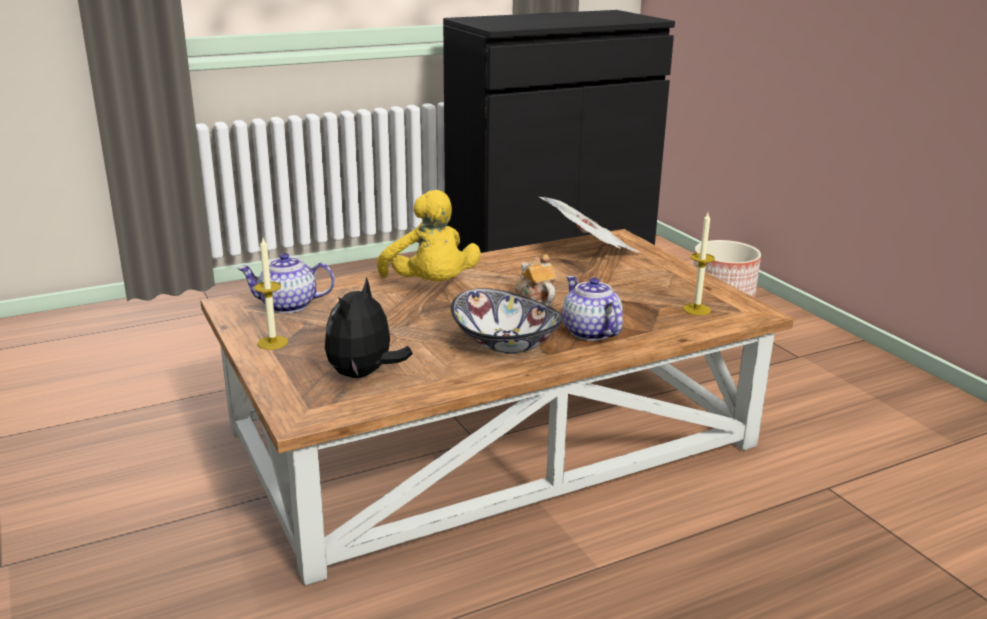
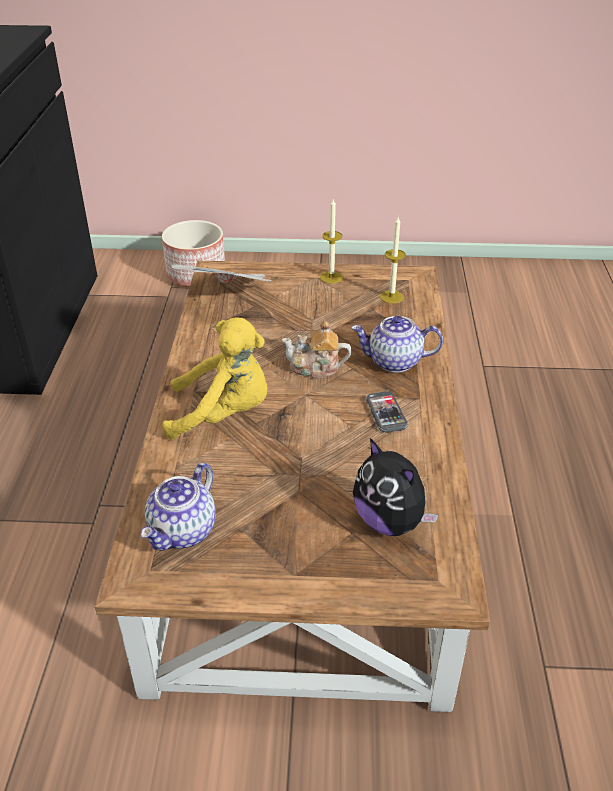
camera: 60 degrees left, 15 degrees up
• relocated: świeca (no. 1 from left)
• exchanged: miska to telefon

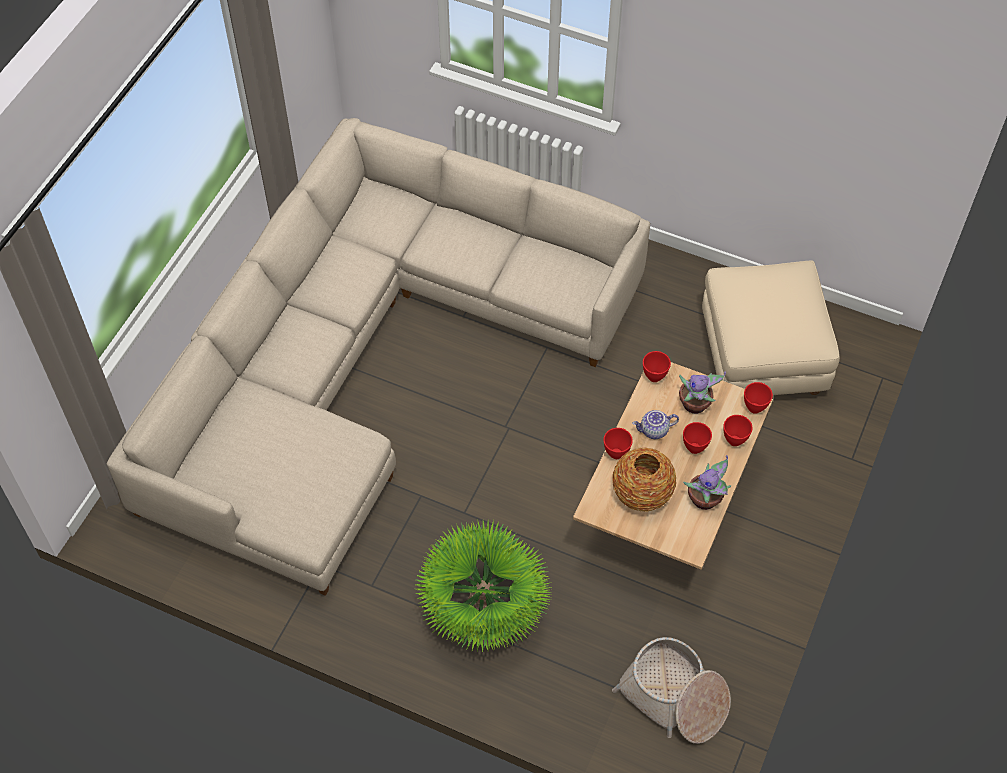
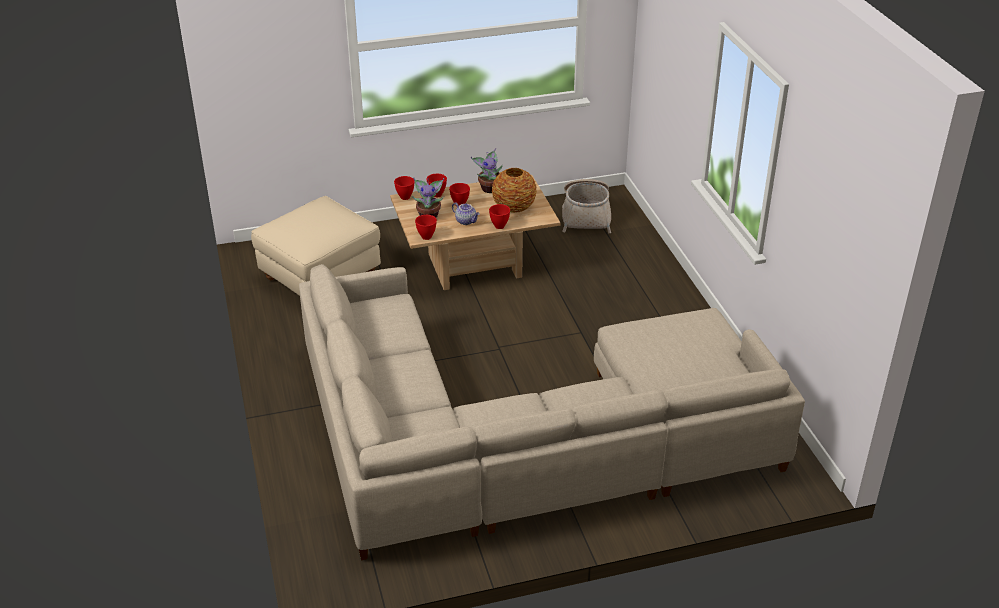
camera: 130 degrees left, 20 degrees down
• missing: roślina doniczkowa (no. 1 from left)

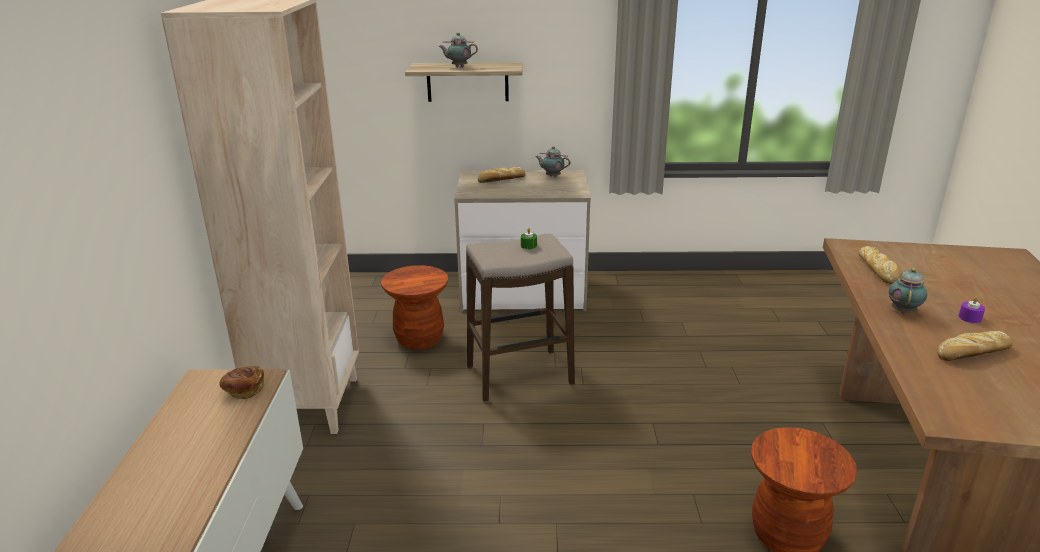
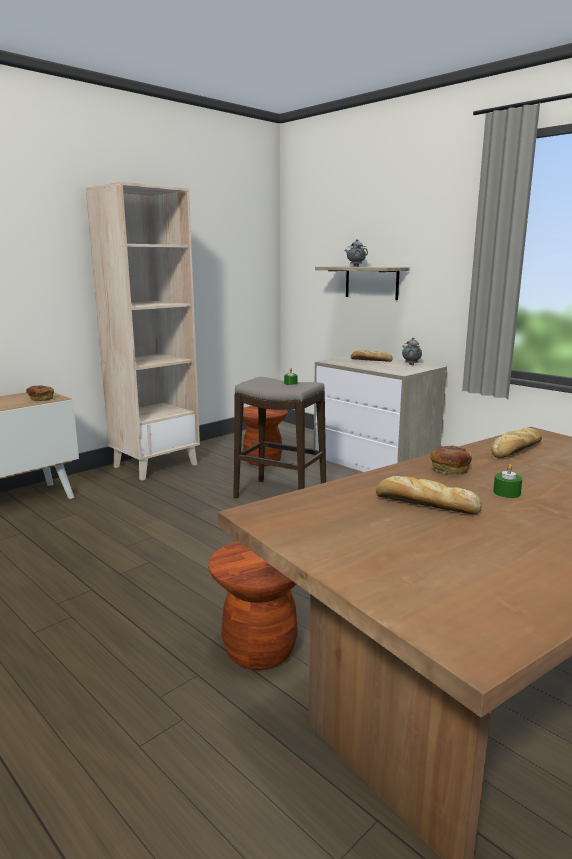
camera: 45 degrees right, 10 degrees down
• exchanged: imbryk (no. 3 from left) to chleb (no. 4 from left)
• colour: świeca (fioletowy) to świeca (zielony) (no. 2 from left)

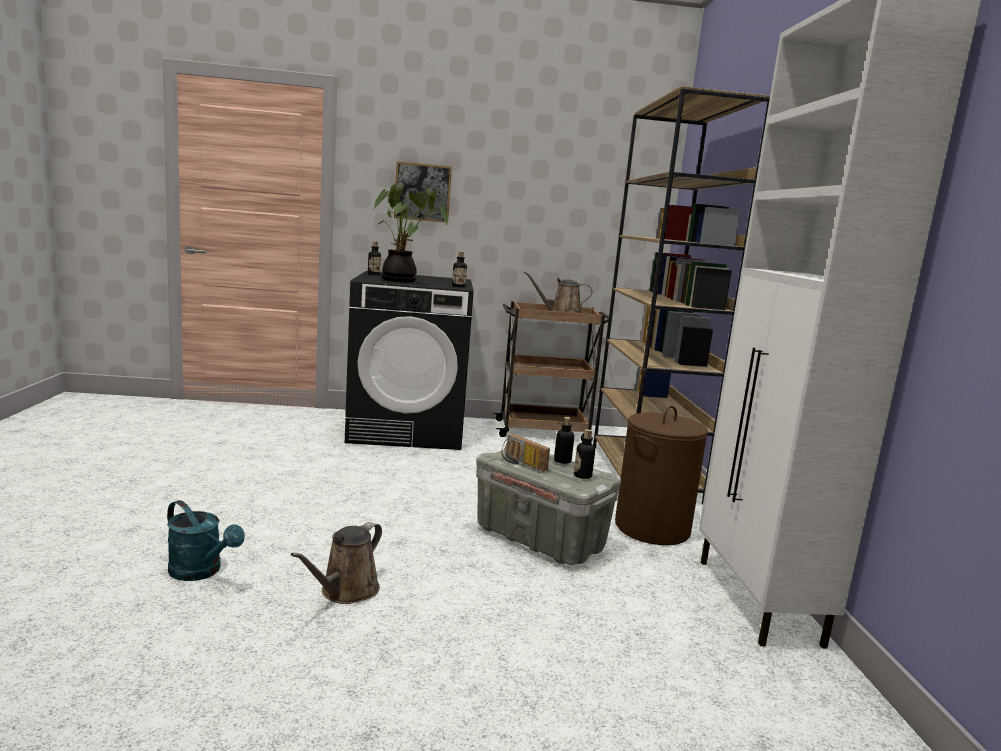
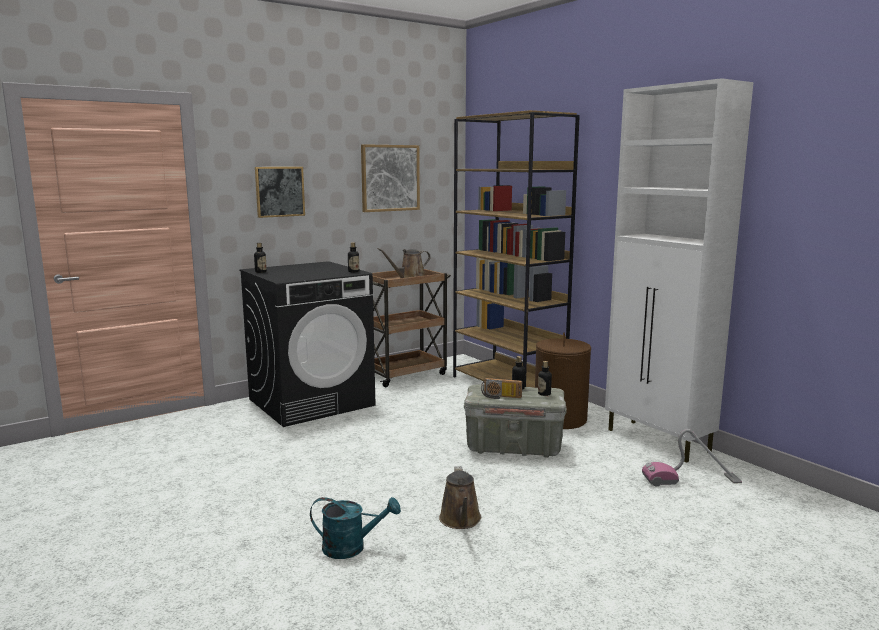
camera: 30 degrees left, 0 degrees up
• appeared: obraz (no. 2 from left)
• appeared: odkurzacz
• missing: roślina doniczkowa

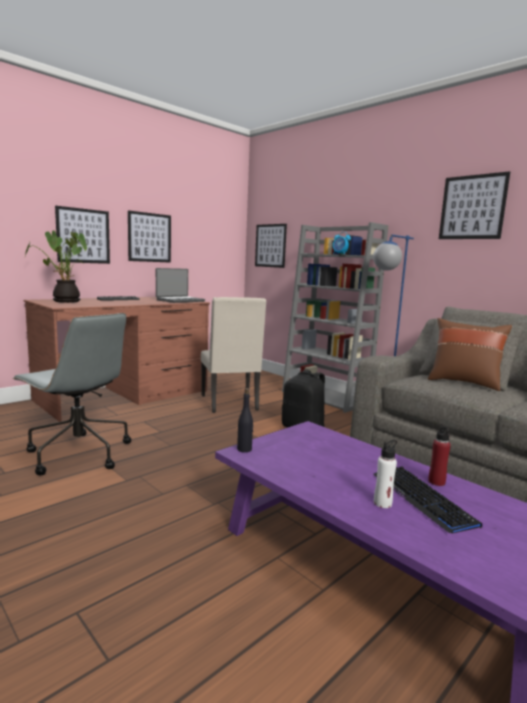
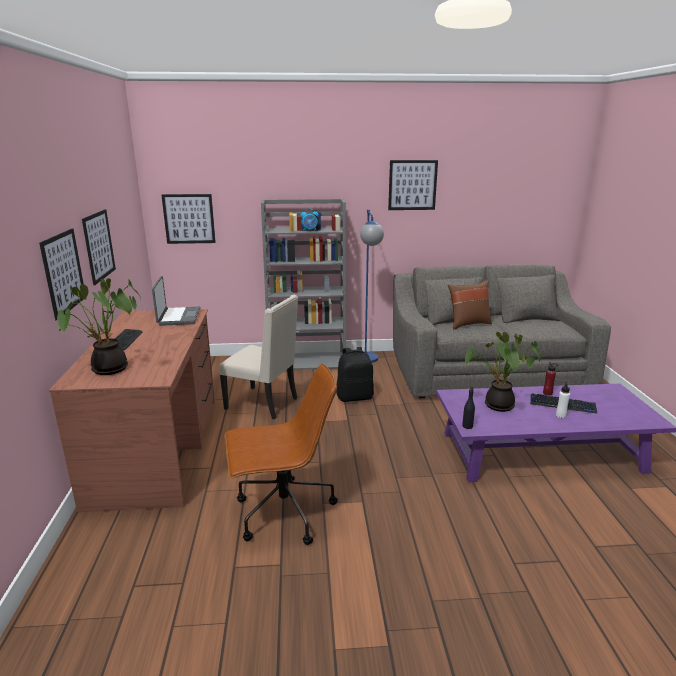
camera: 50 degrees left, 10 degrees up
• colour: krzesło biurowe (szary) to krzesło biurowe (brązowy)
• appeared: roślina doniczkowa (no. 2 from left)

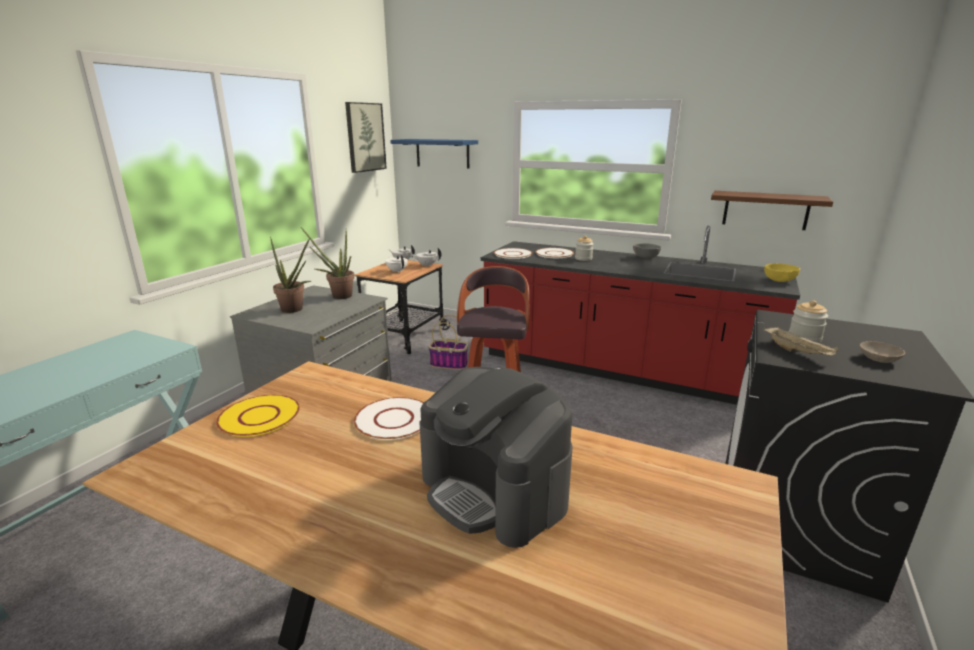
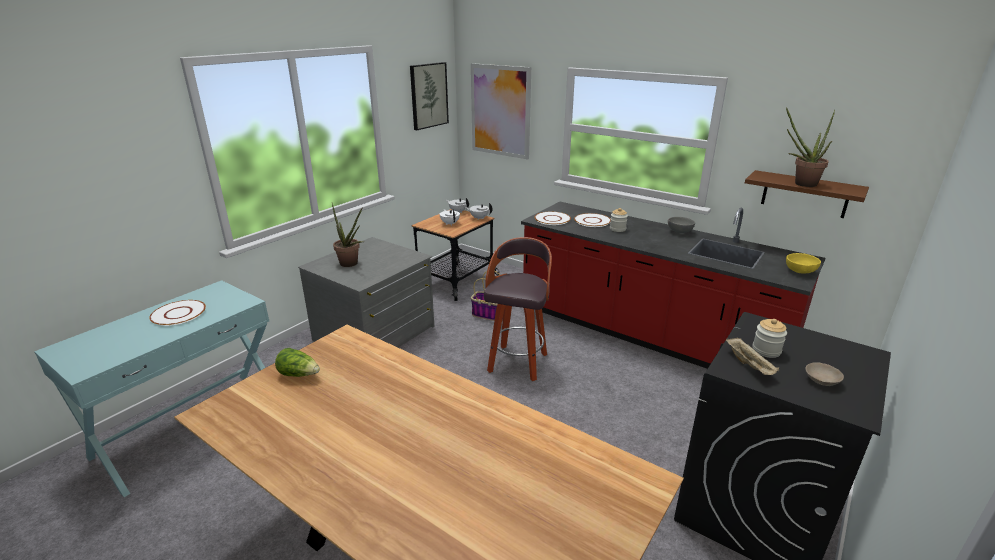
camera: 10 degrees right, 5 degrees up
• relocated: talerz (biały) (no. 1 from left)
• exchanged: talerz (żółty) to sałata
• exchanged: półka (niebieski) to obraz (no. 2 from left)
• relocated: roślina doniczkowa (no. 2 from left)
• missing: ekspres do kawy

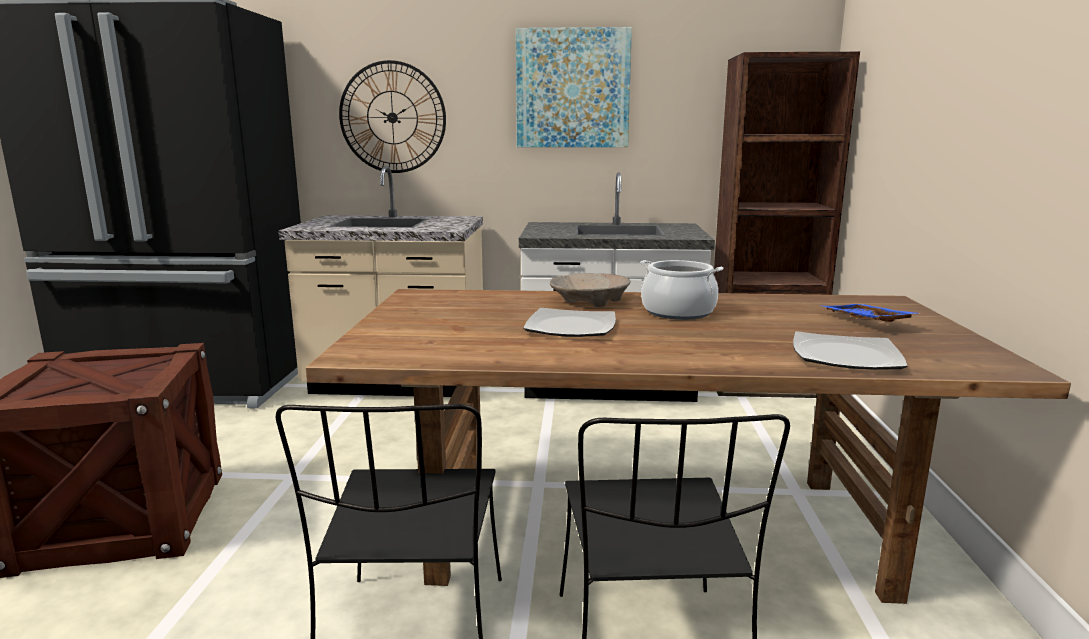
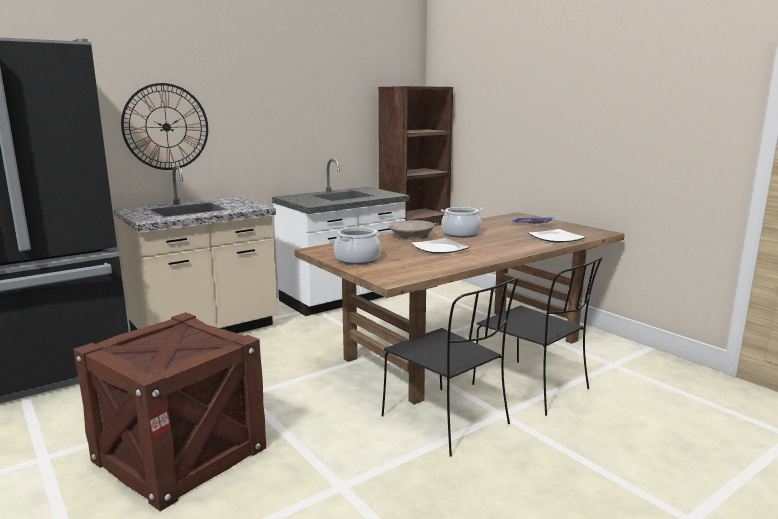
camera: 40 degrees left, 0 degrees up
• appeared: garnek (no. 1 from left)
• missing: obraz

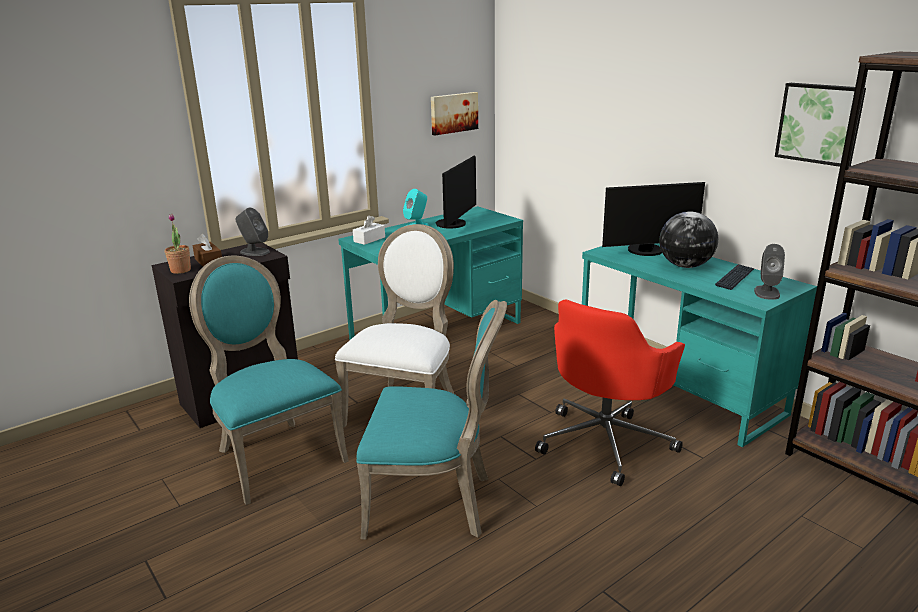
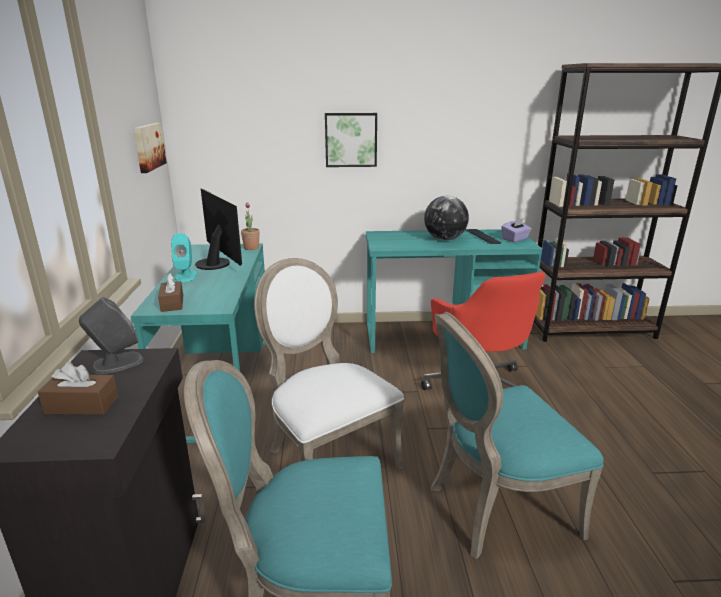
camera: 55 degrees left, 0 degrees up
• colour: pudełko chusteczek (biały) to pudełko chusteczek (brązowy) (no. 2 from left)
• relocated: roślina doniczkowa
• relocated: obraz (no. 2 from left)
• spun: krzesło (turkusowy) (no. 2 from left) 150 degrees counterclockwise
• exchanged: głośnik (szary) (no. 2 from left) to pudełko chusteczek (fioletowy)
• missing: monitor (no. 2 from left)

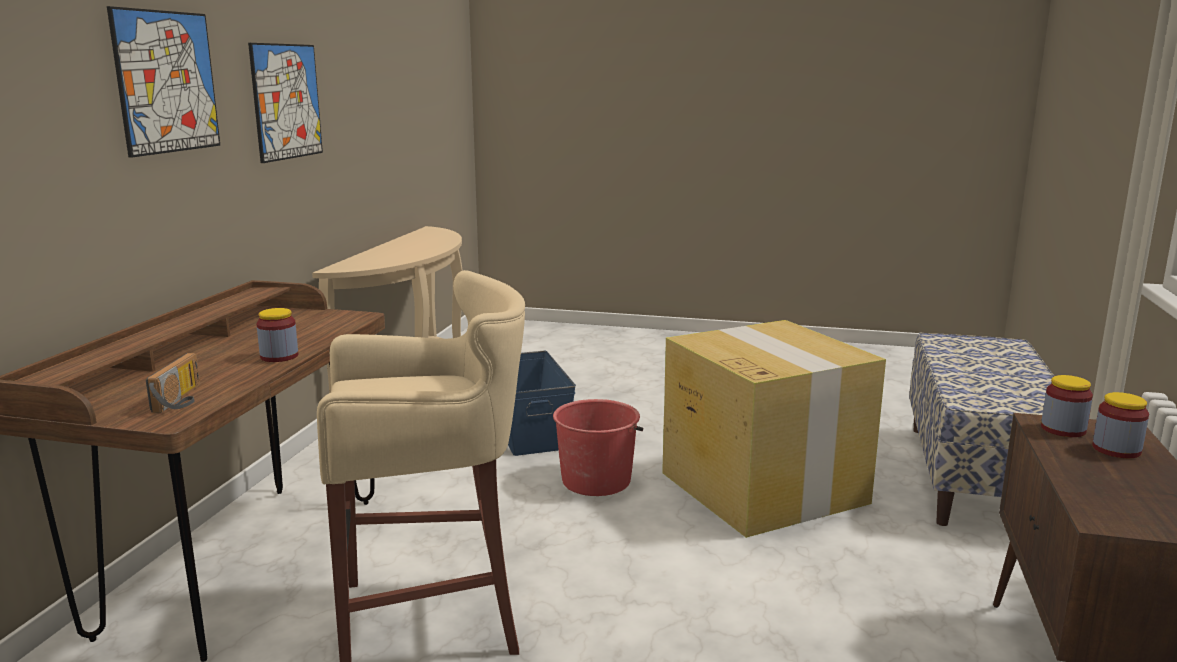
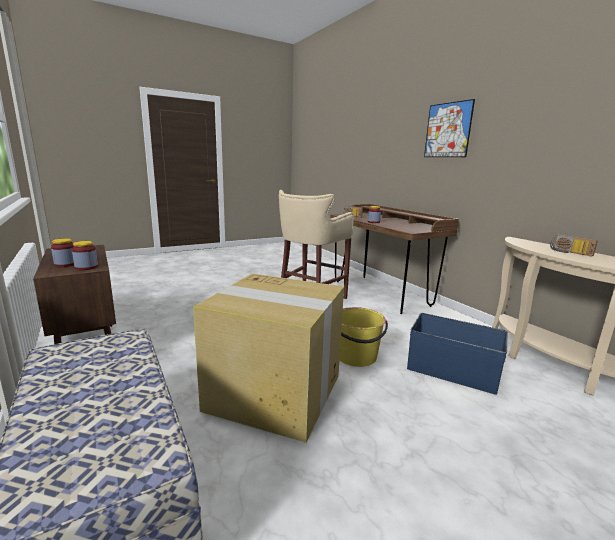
camera: 135 degrees right, 0 degrees up
• colour: wiadro (czerwony) to wiadro (żółty)
• appeared: radio (no. 2 from left)
• missing: obraz (no. 2 from left)

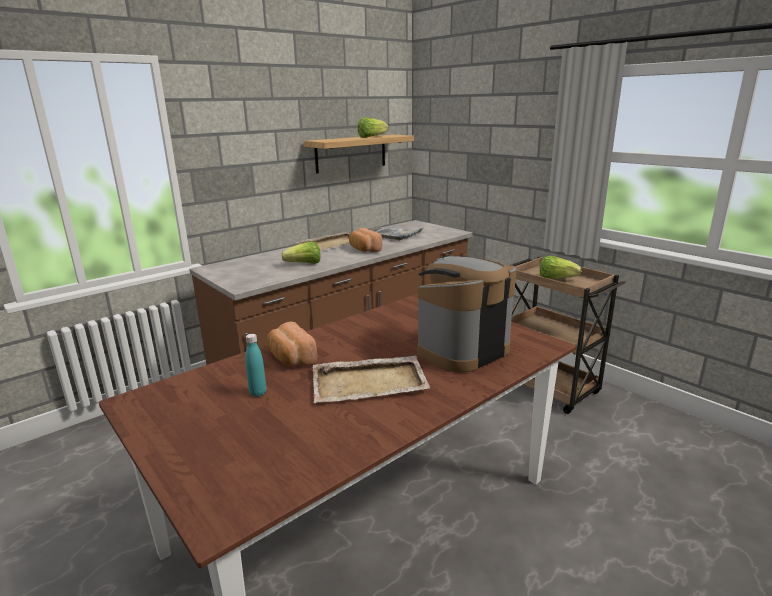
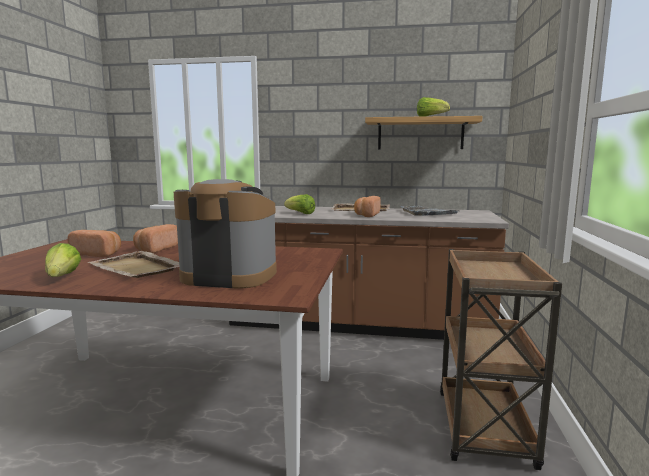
camera: 50 degrees right, 10 degrees down
• relocated: sałata (no. 3 from left in the first image) to sałata (no. 1 from left)
• exchanged: butelka (turkusowy) to chleb (no. 1 from left)

